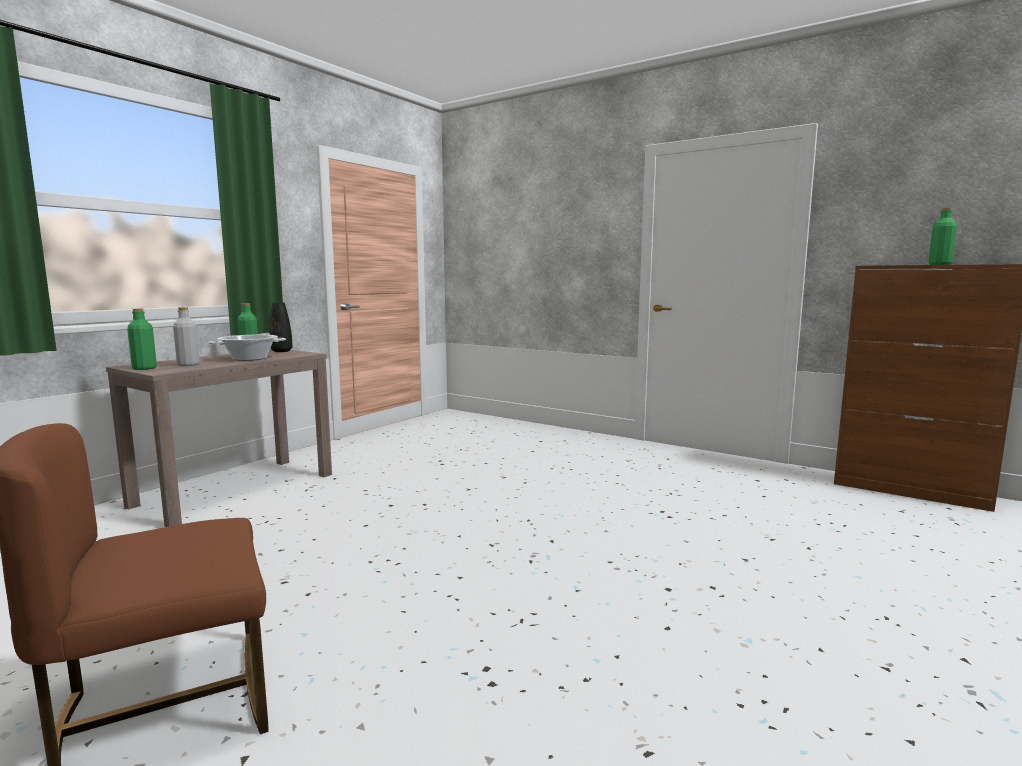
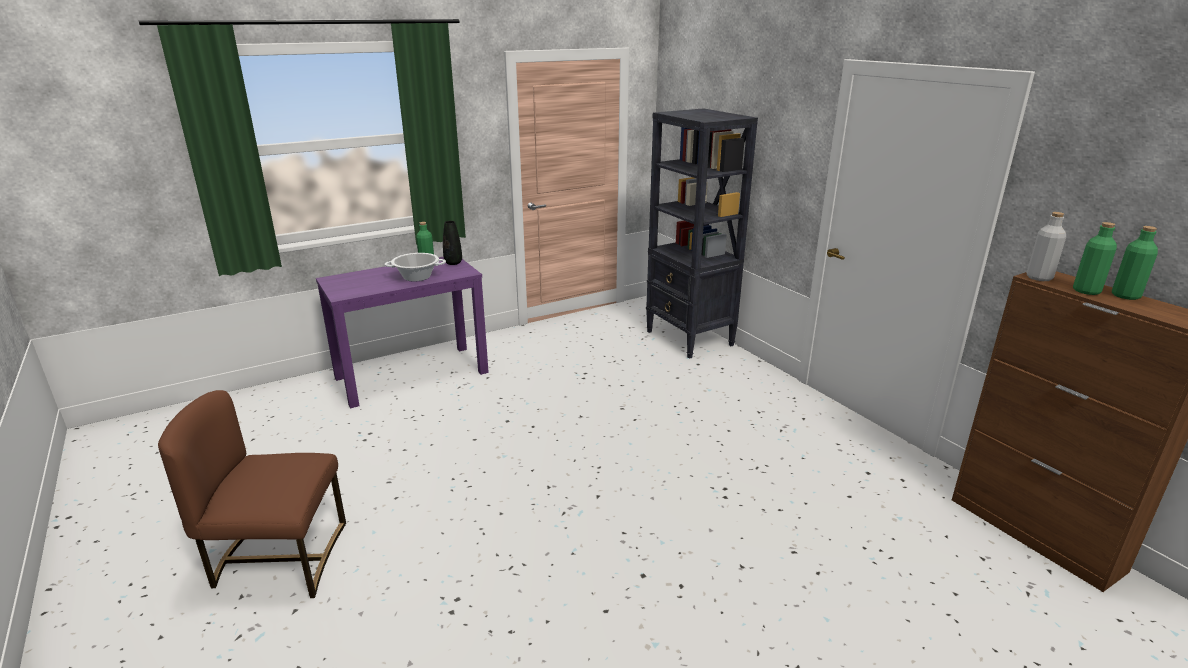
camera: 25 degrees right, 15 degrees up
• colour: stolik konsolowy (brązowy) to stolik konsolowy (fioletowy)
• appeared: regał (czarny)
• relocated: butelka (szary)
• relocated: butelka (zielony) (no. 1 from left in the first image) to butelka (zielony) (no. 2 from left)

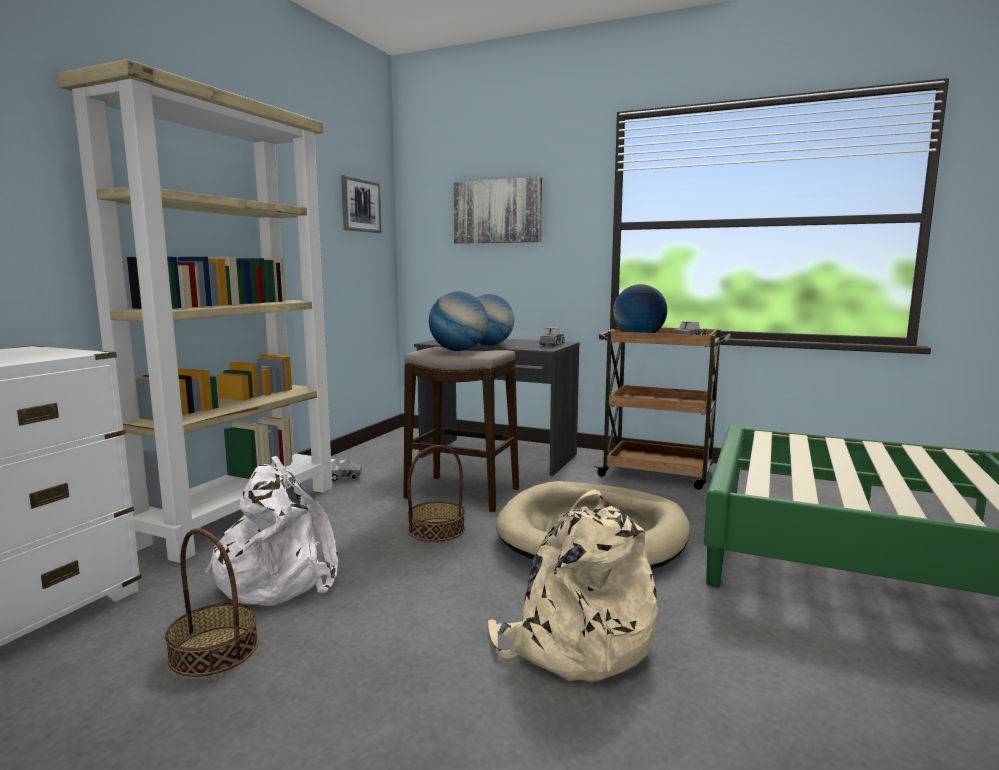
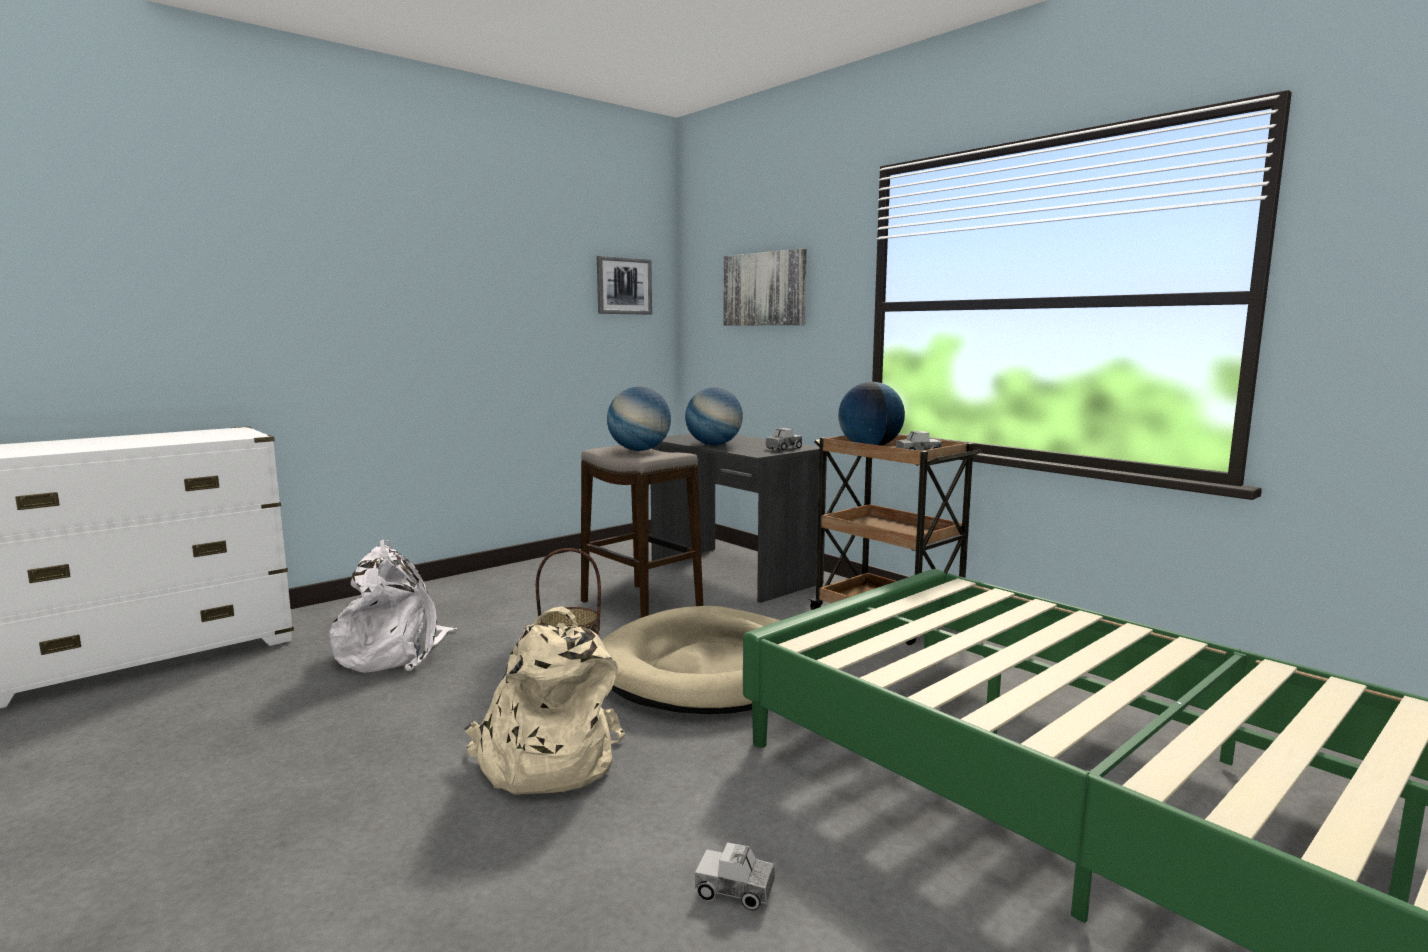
camera: 25 degrees right, 0 degrees up
• relocated: ciężarówka zabawkowa (no. 1 from left)
• missing: regał (beżowy)
• missing: koszyk (no. 1 from left)

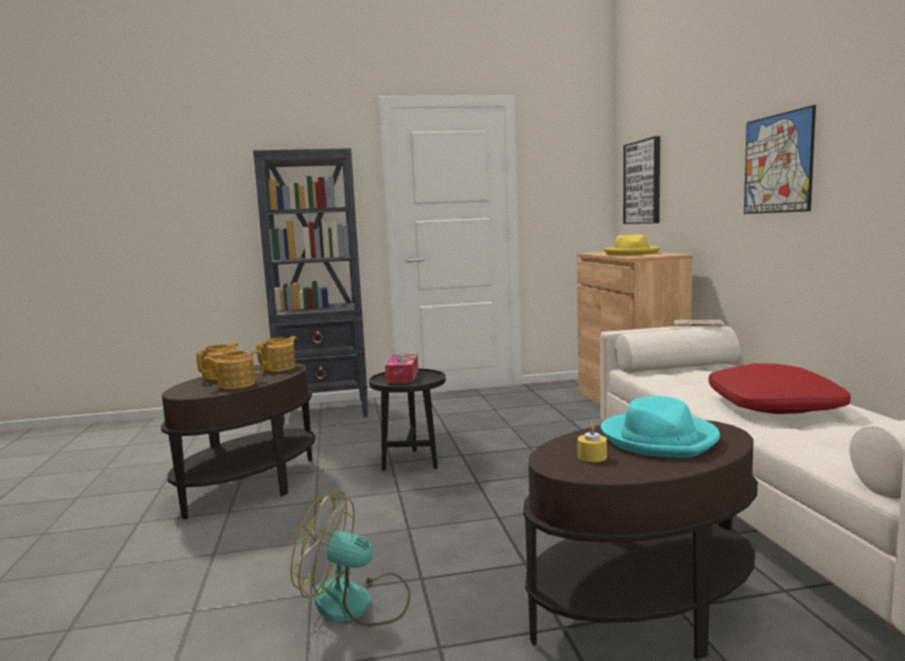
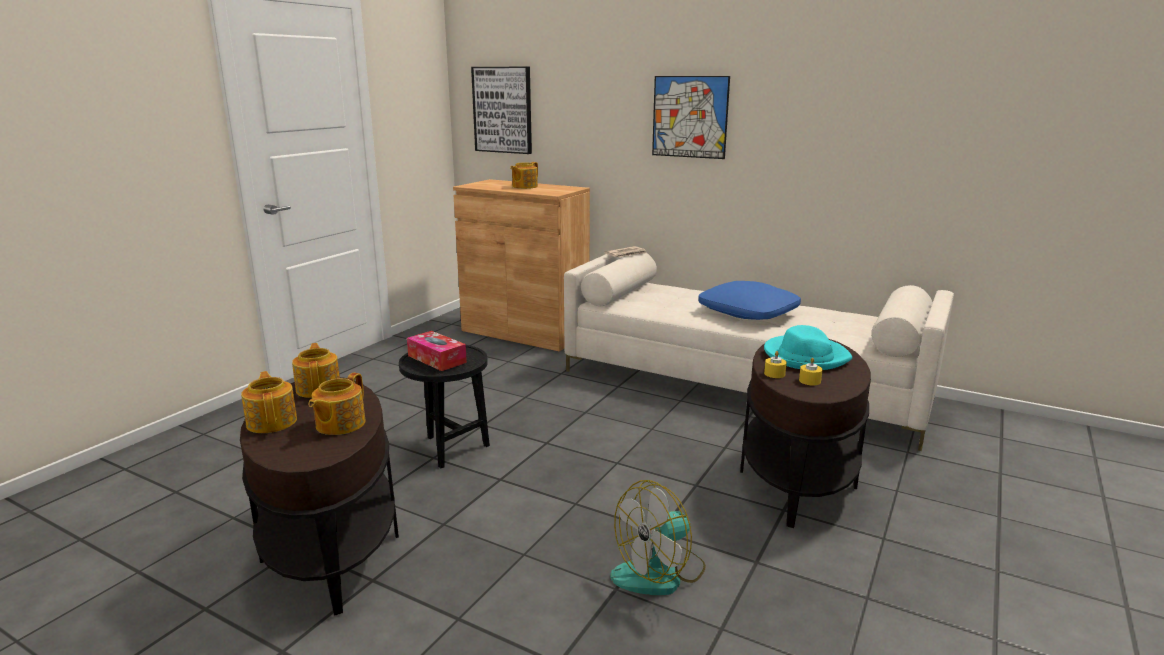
camera: 50 degrees left, 10 degrees up
• exchanged: kapelusz (żółty) to imbryk (no. 4 from left)
• colour: poduszka (czerwony) to poduszka (niebieski)
• appeared: świeca (żółty) (no. 1 from left)
• missing: regał (czarny)

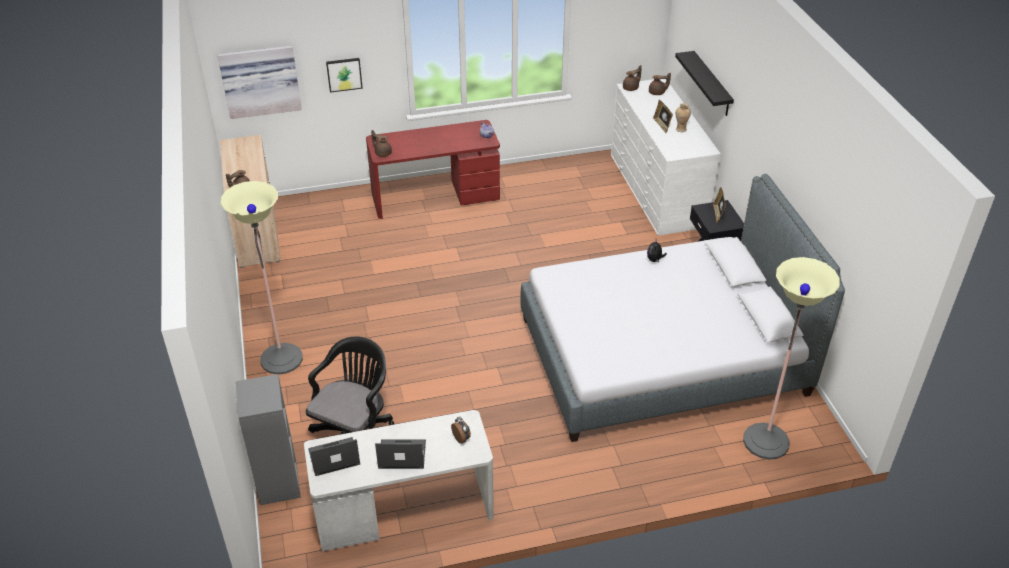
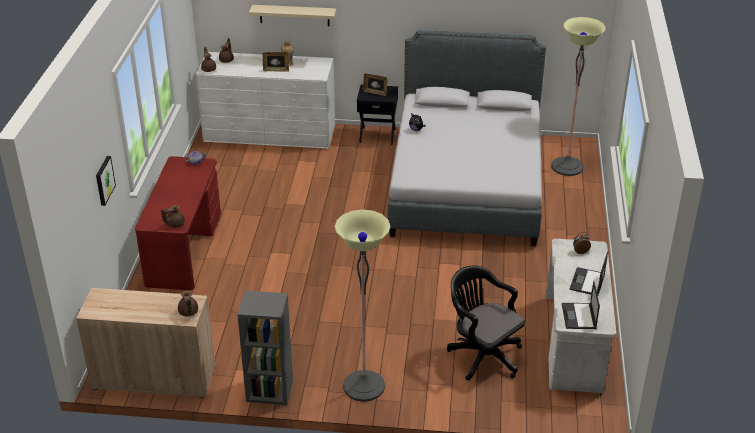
camera: 70 degrees left, 5 degrees down
• relocated: regał (szary)
• colour: półka (czarny) to półka (beżowy)
• missing: obraz (no. 1 from left)

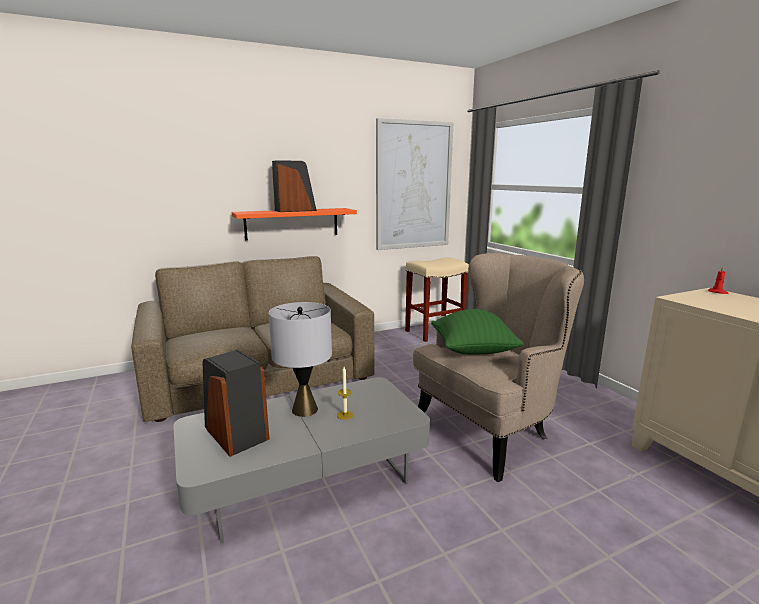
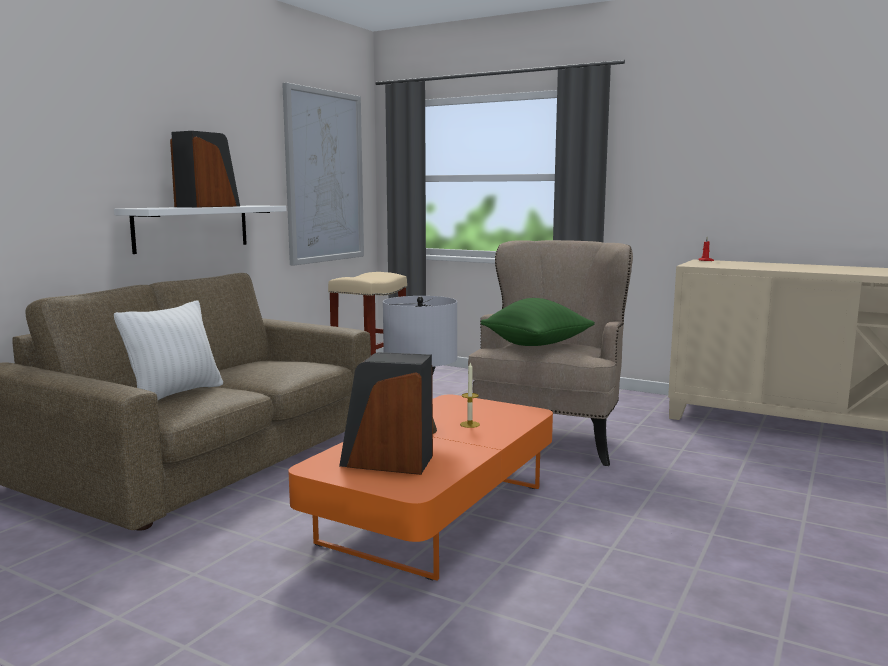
camera: 35 degrees left, 5 degrees down
• colour: półka (pomarańczowy) to półka (biały)
• appeared: poduszka (biały)
• colour: ława (szary) to ława (pomarańczowy)

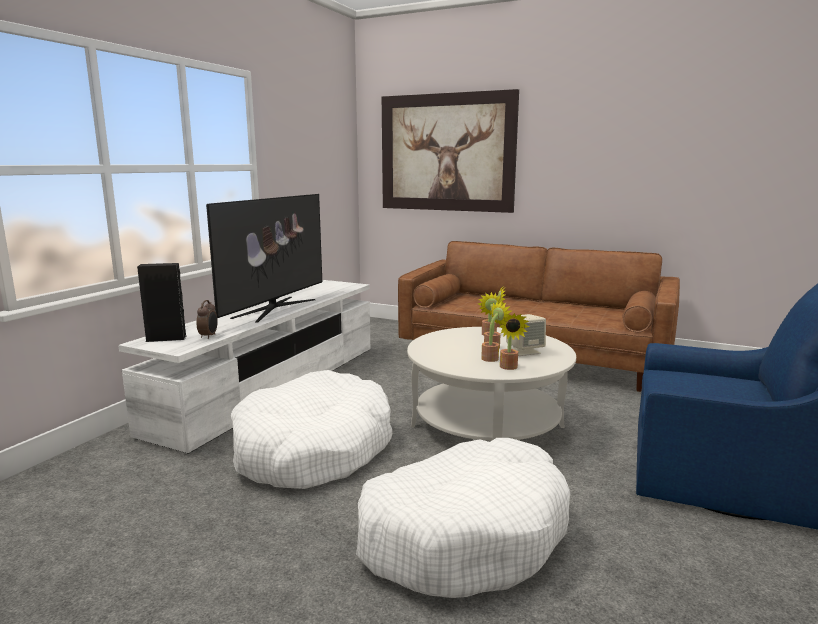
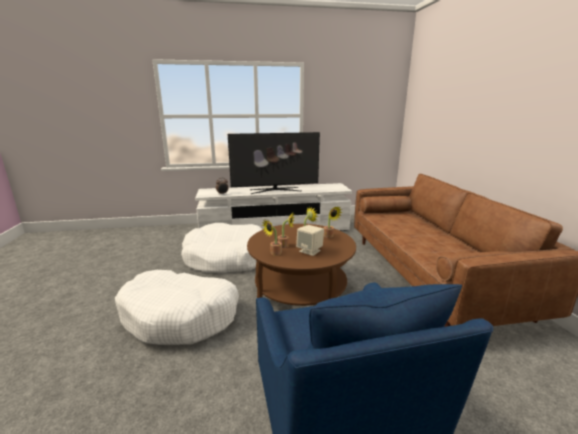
camera: 55 degrees right, 5 degrees up
• colour: ława (biały) to ława (brązowy)
• missing: głośnik (czarny)
• missing: obraz

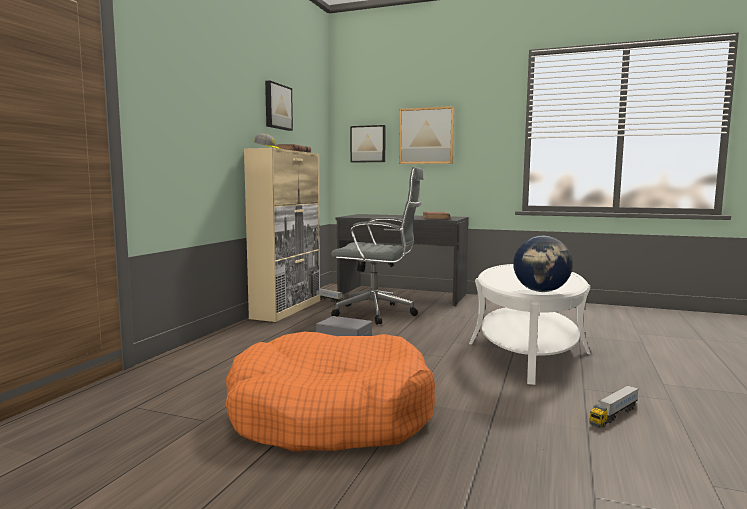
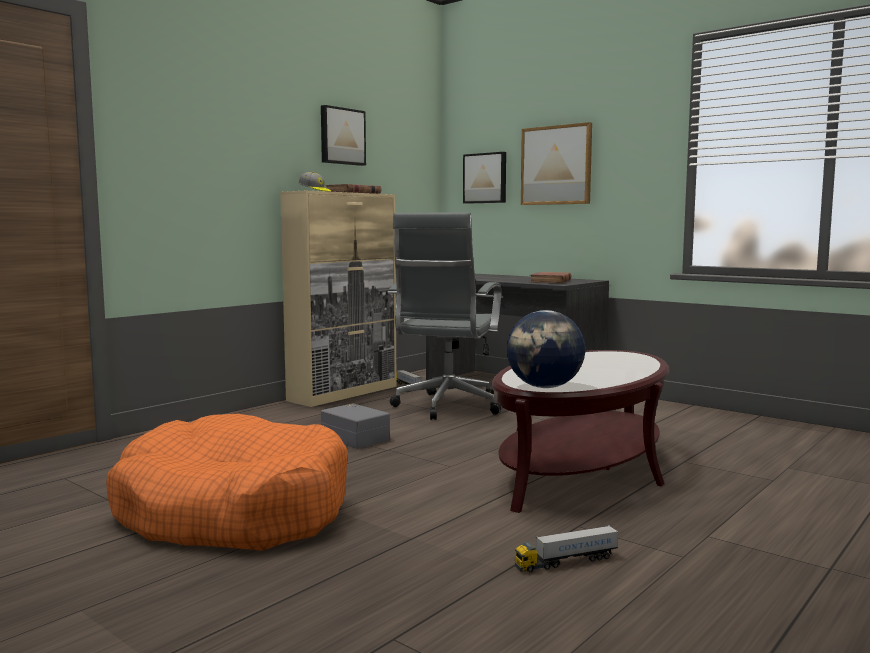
camera: 20 degrees right, 0 degrees up
• spun: krzesło biurowe (szary) 75 degrees clockwise
• colour: ława (biały) to ława (brązowy)

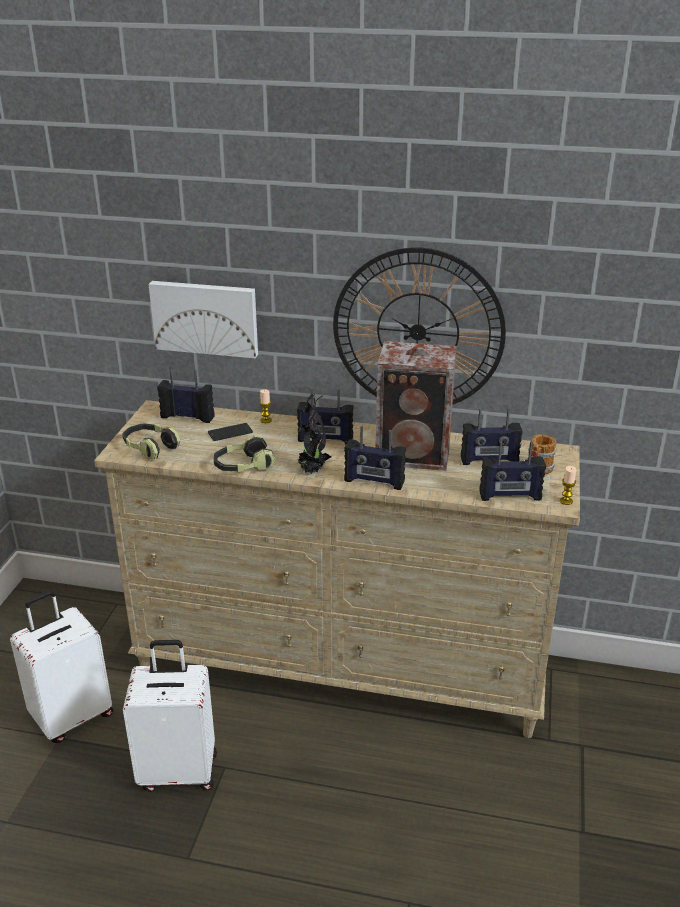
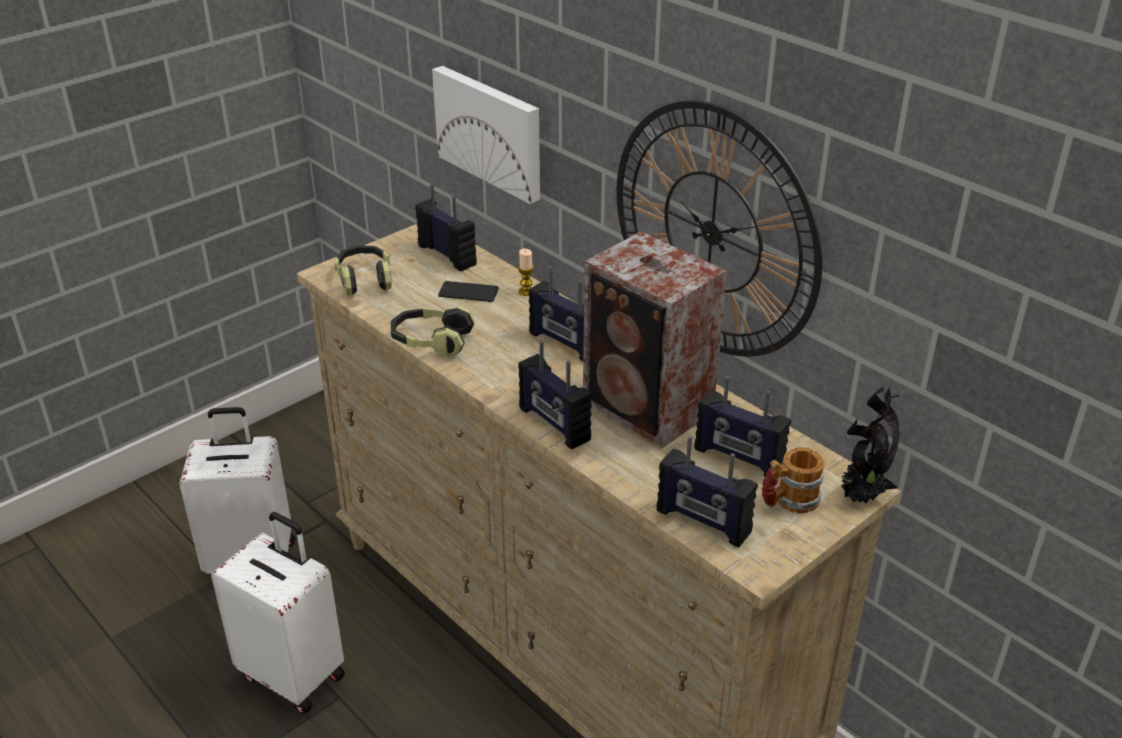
camera: 35 degrees right, 5 degrees up
• relocated: roślina doniczkowa
• missing: świeca (no. 2 from left)

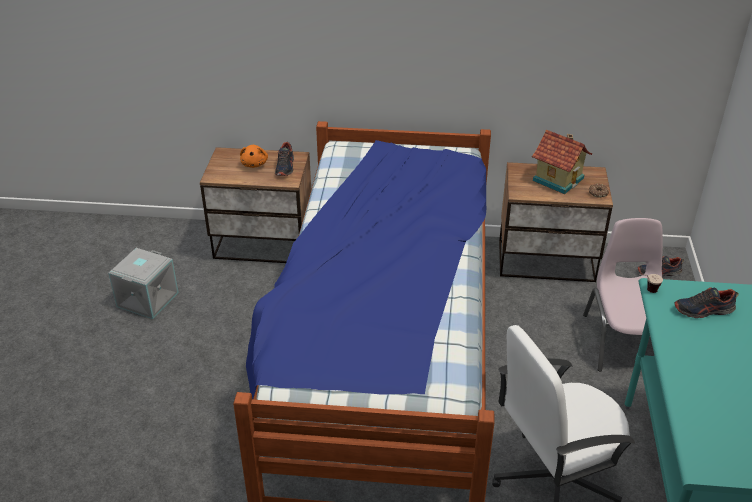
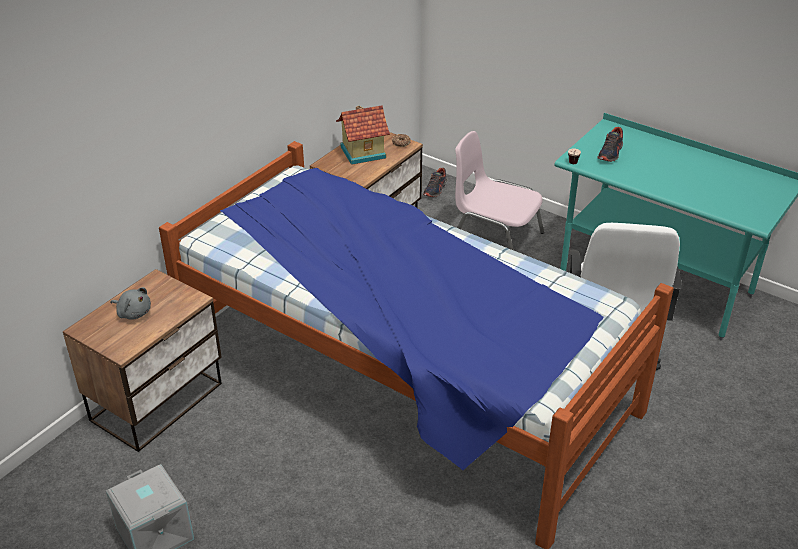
camera: 60 degrees left, 0 degrees up
• colour: pluszak (pomarańczowy) to pluszak (szary)
• missing: but (no. 1 from left)

